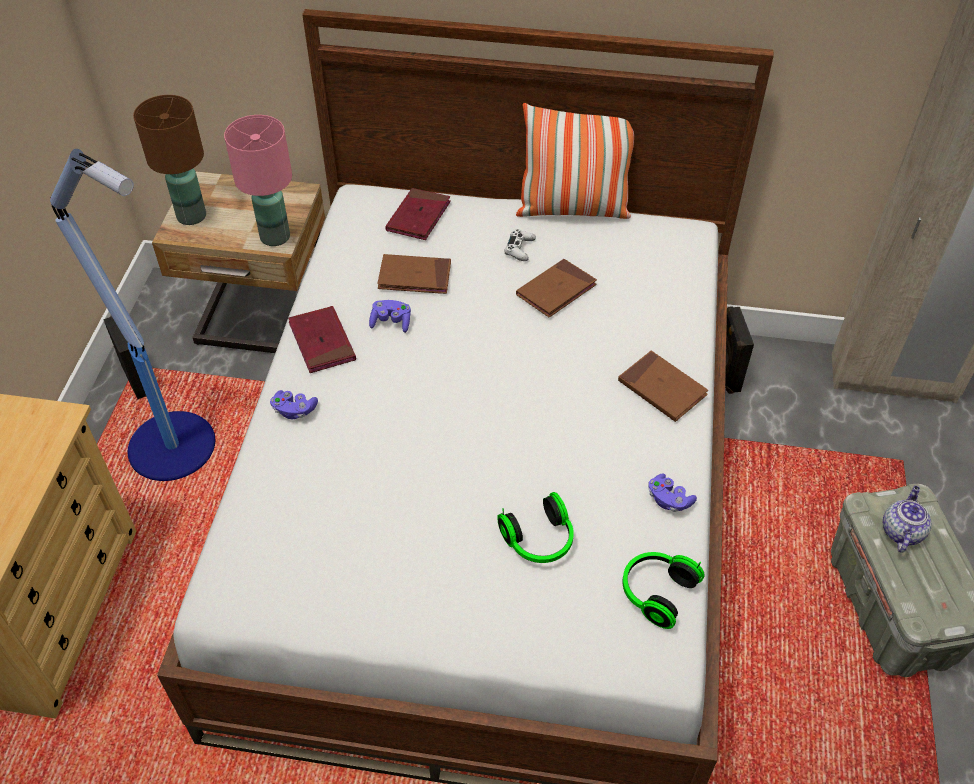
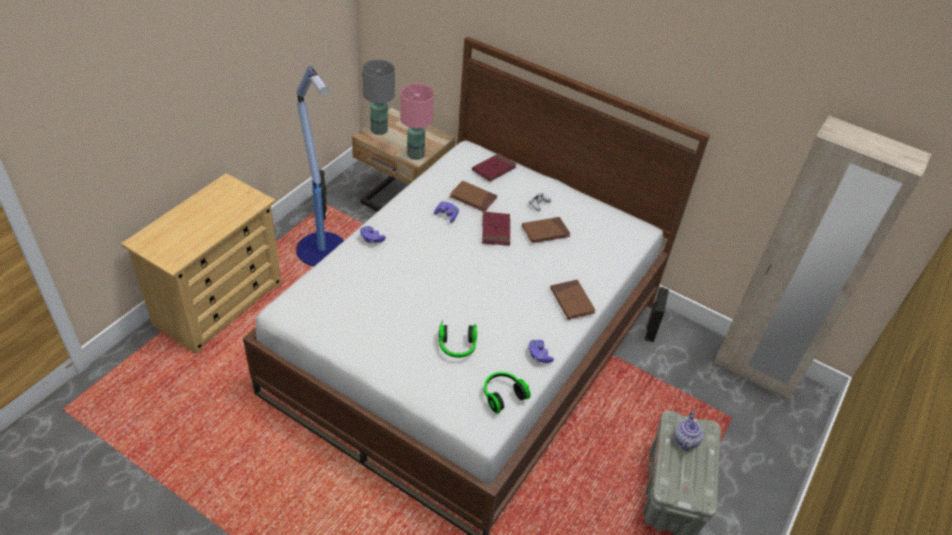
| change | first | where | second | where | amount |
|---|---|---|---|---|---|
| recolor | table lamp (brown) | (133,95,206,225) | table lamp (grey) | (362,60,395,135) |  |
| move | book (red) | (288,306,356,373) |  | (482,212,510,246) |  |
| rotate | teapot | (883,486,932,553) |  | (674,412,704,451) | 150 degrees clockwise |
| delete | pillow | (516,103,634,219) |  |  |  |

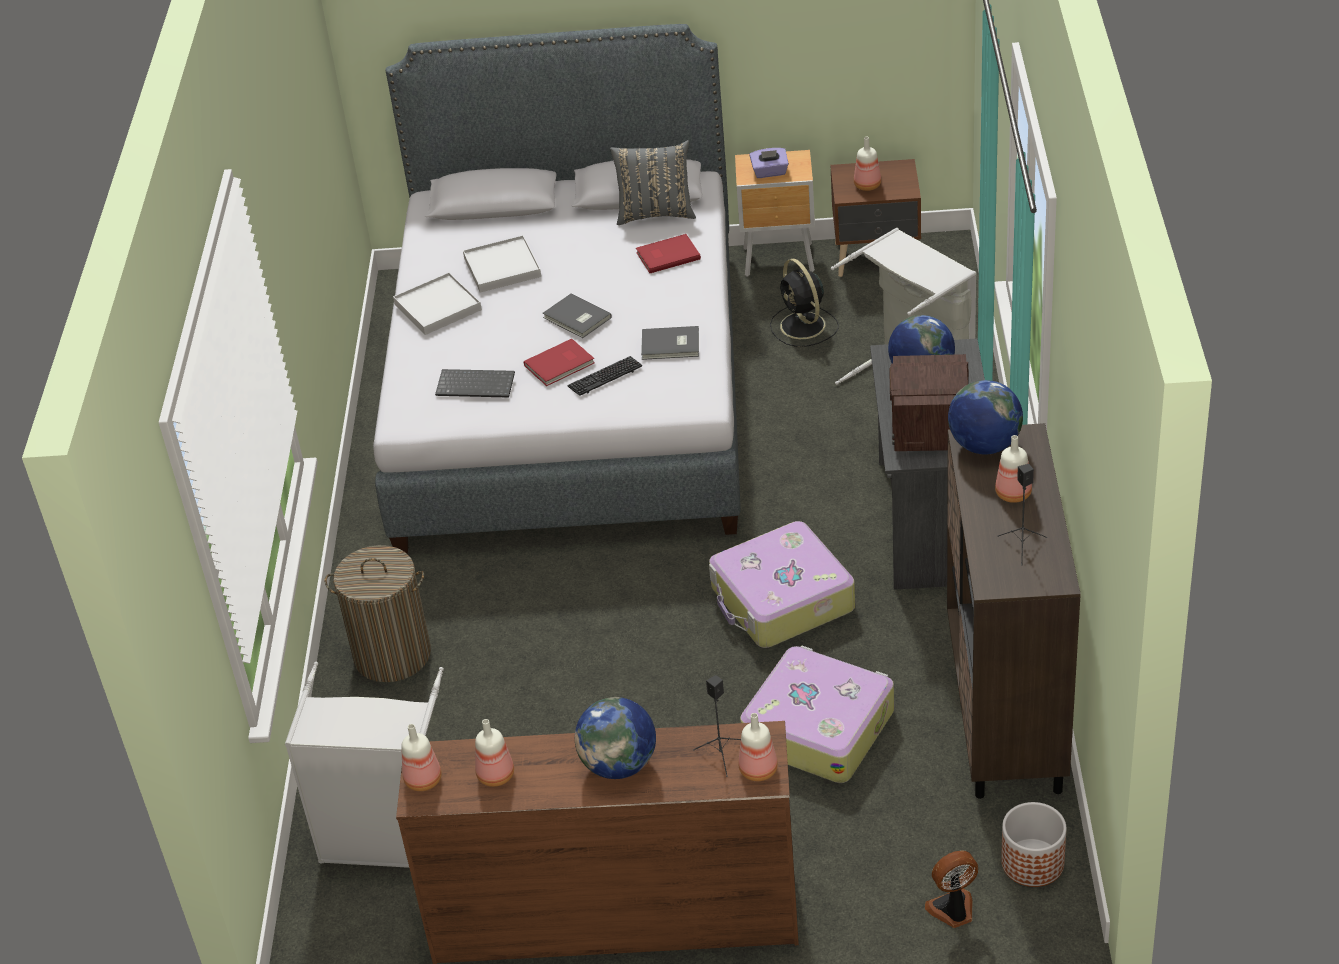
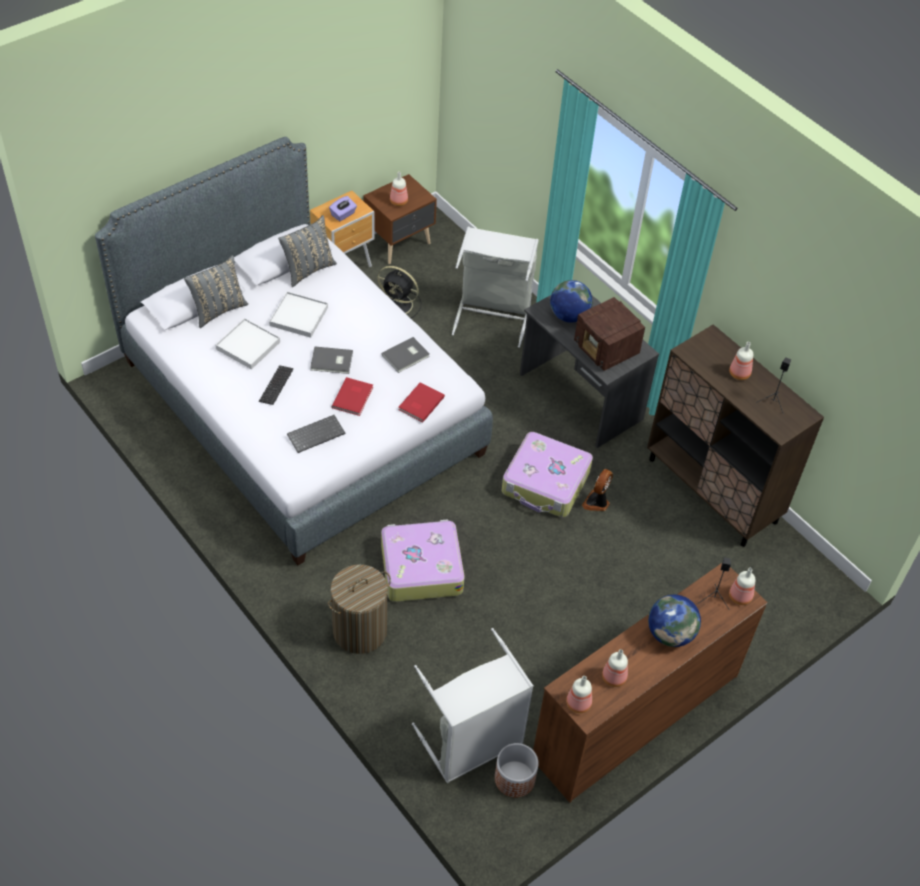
| change | first | where | second | where | amount |
|---|---|---|---|---|---|
| insert |  |  | pillow (grey) | (184,255,248,328) |  |
| move | keyboard | (568,356,642,396) |  | (259,365,294,405) |  |
| move | tray (white) | (393,272,482,335) |  | (269,292,328,338) |  |
| move | suitcase | (740,645,894,783) |  | (381,519,465,602) |  |
| move | book (red) | (636,234,701,273) |  | (398,382,445,422) |  |
| move | planter | (1001,802,1066,887) |  | (495,743,539,798) |  |
| move | fan | (925,850,978,928) |  | (582,469,613,511) |  |
| delete | globe | (948,380,1023,454) |  |  |  |

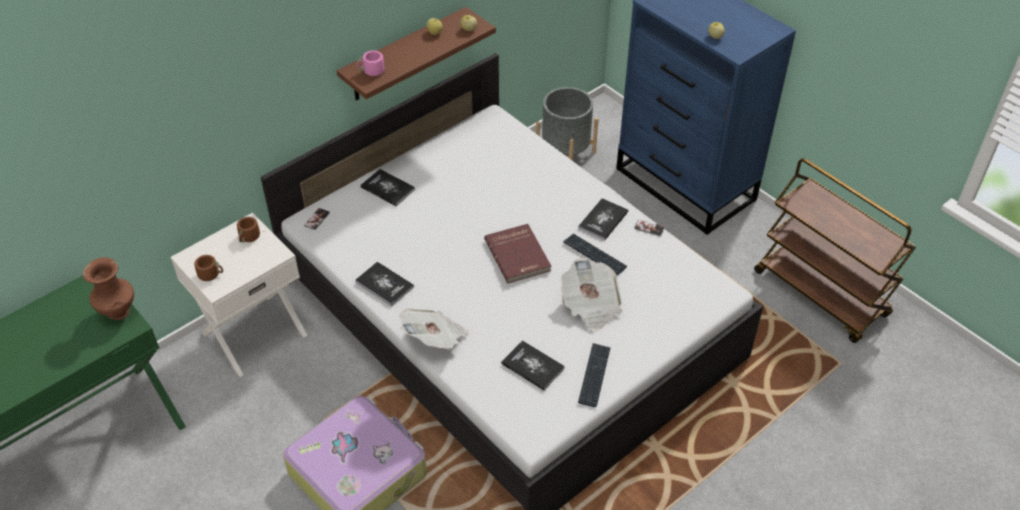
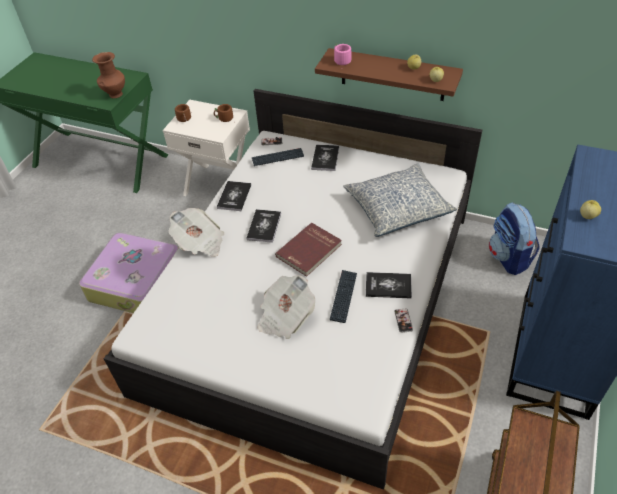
| change | first | where | second | where | amount |
|---|---|---|---|---|---|
| move | book | (501,340,565,390) |  | (246,209,281,243) |  |
| move | keyboard | (578,343,611,407) |  | (252,148,304,166) |  |
| insert |  |  | pillow | (343,164,457,237) |  |
| replace | planter (grey) | (536,87,599,161) | backpack | (489,202,540,275) |  |

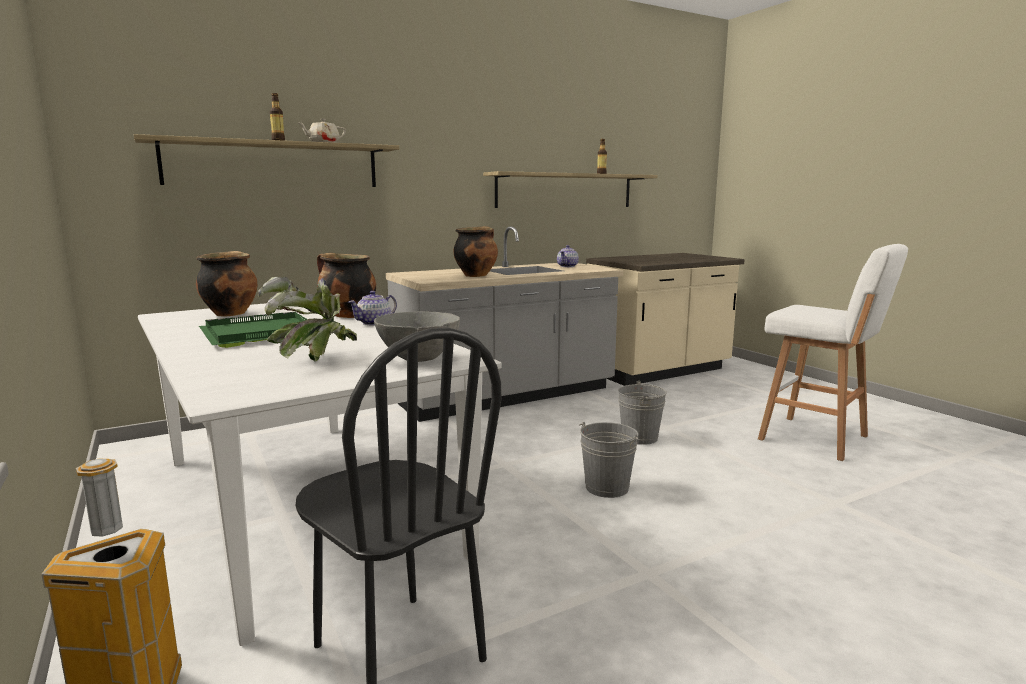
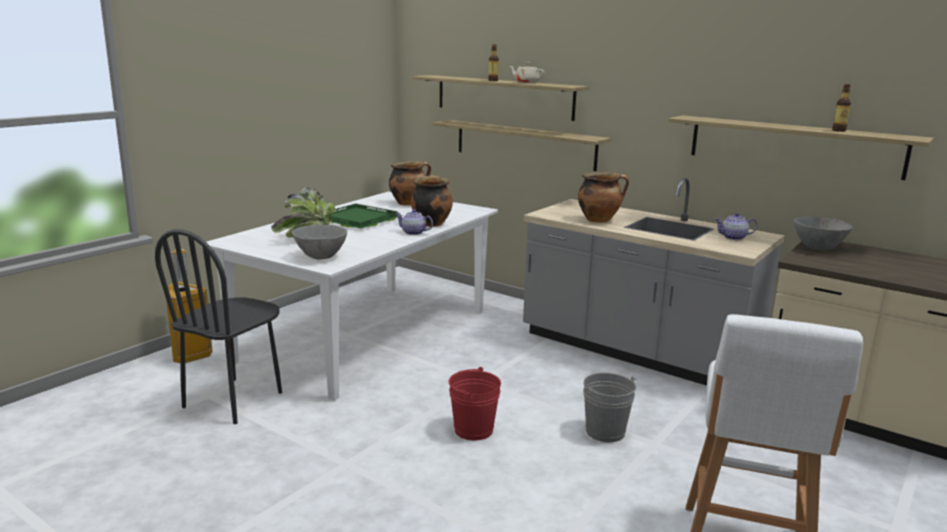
| change | first | where | second | where | amount |
|---|---|---|---|---|---|
| insert |  |  | shelf | (433,120,611,171) |  |
| recolor | bucket (grey) | (579,422,638,498) | bucket (red) | (449,367,501,440) |  |
| insert |  |  | bowl (grey) | (794,216,853,251) |  |

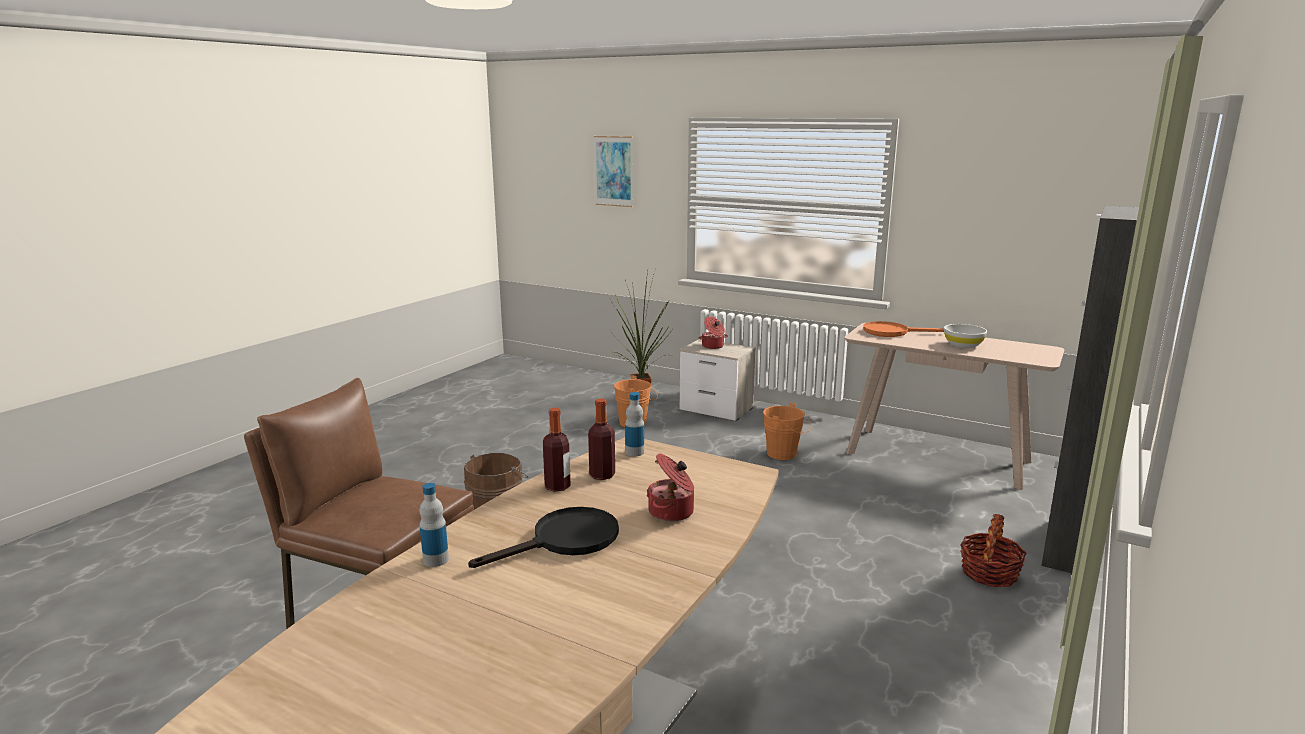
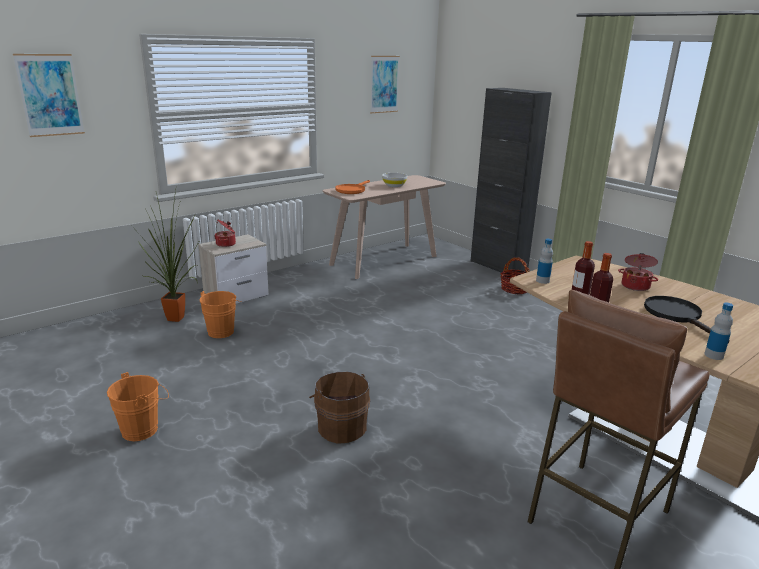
| change | first | where | second | where | amount |
|---|---|---|---|---|---|
| move | bucket (orange) | (763,402,811,460) |  | (107,372,169,441) |  |
| insert |  |  | picture | (370,56,400,113) |  |

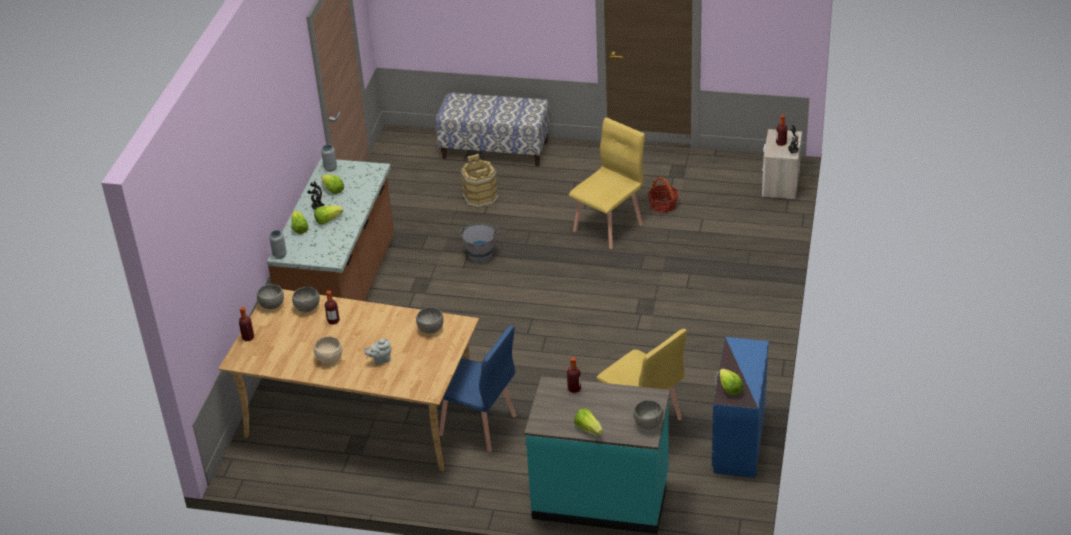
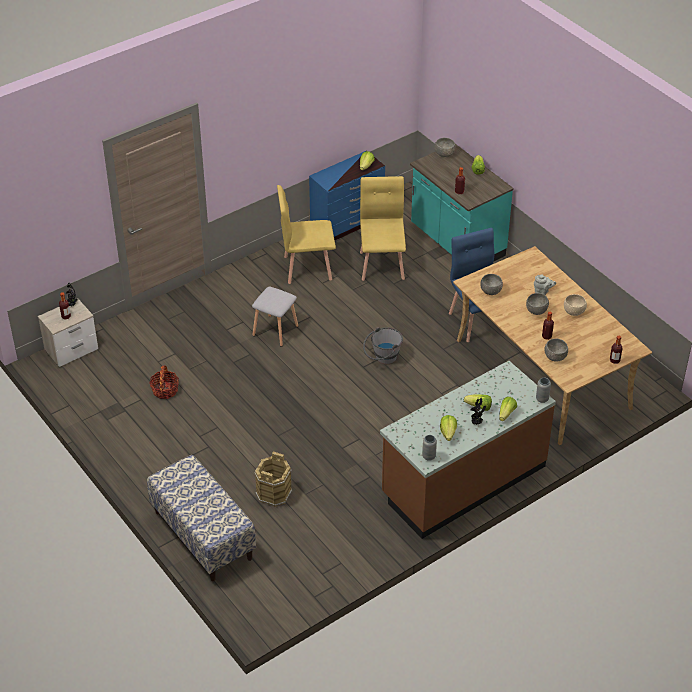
| change | first | where | second | where | amount |
|---|---|---|---|---|---|
| insert |  |  | stool (grey) | (252,287,298,347) |  |
| move | chair (yellow) | (569,117,645,249) |  | (277,185,336,284) |  |
| move | bucket (grey) | (460,223,501,264) |  | (363,327,403,364) |  |
| move | bowl (grey) | (257,284,284,309) |  | (526,293,549,315) |  |

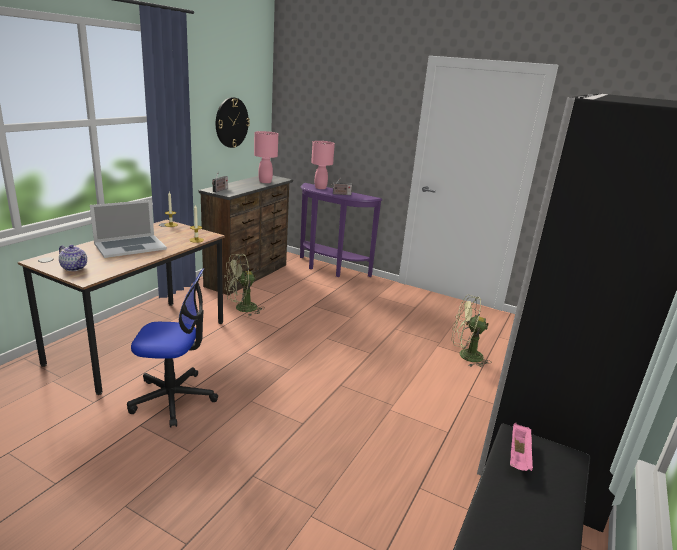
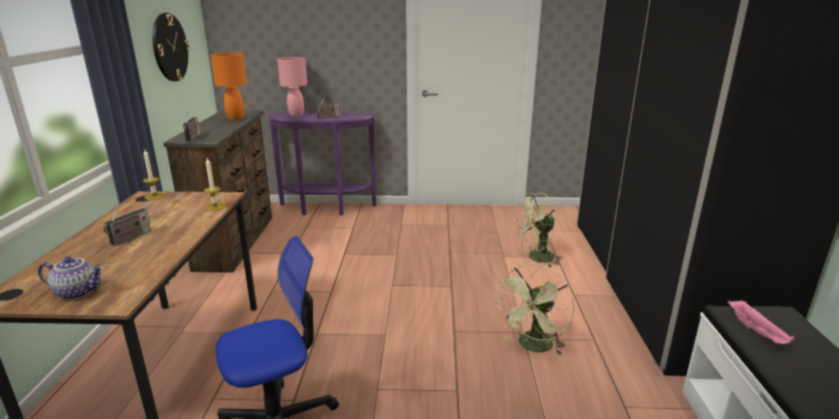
| change | first | where | second | where | amount |
|---|---|---|---|---|---|
| replace | laptop | (90,200,167,258) | radio | (103,206,151,246) |  |
| recolor | table lamp (pink) | (254,131,278,183) | table lamp (orange) | (211,53,247,120) |  |
| move | fan (green) | (224,254,265,316) |  | (495,263,574,356) |  |

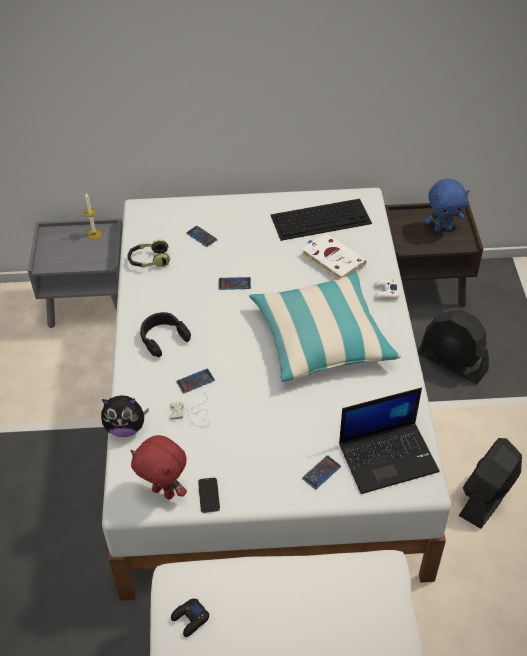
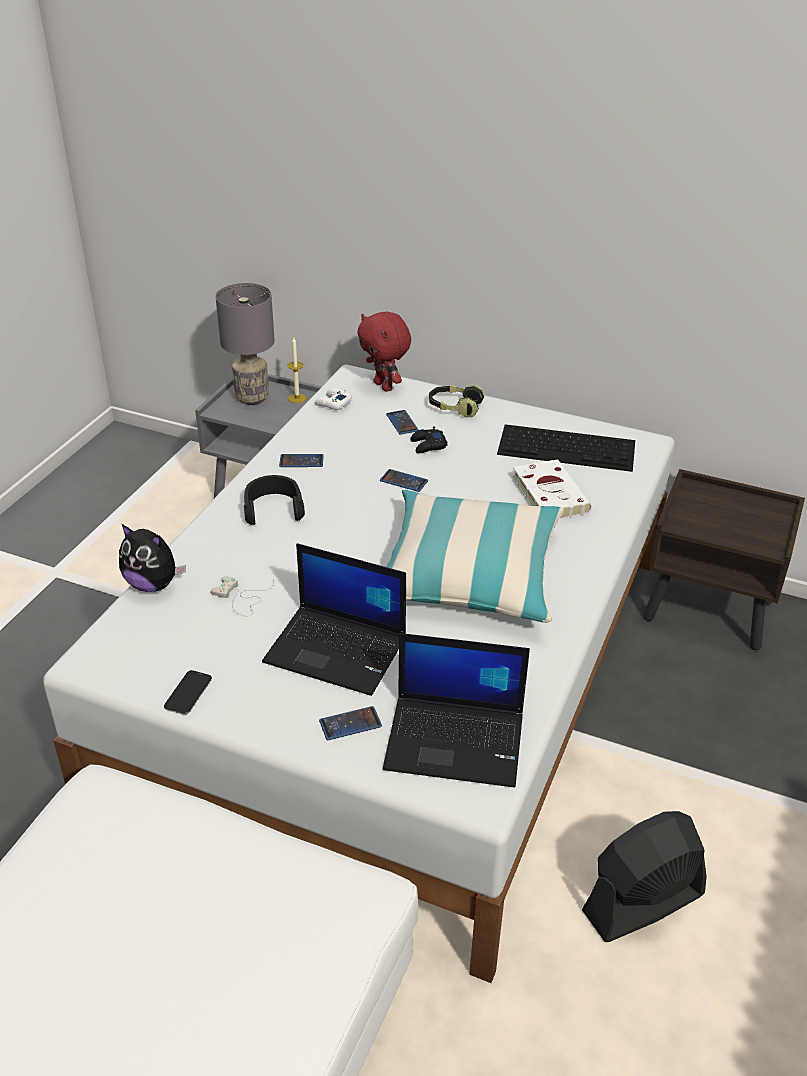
| change | first | where | second | where | amount |
|---|---|---|---|---|---|
| insert |  |  | table lamp (grey) | (215,283,275,405) |  |
| insert |  |  | laptop | (262,543,406,696) |  |
| move | phone | (176,369,215,393) |  | (279,454,324,467) |  |
| move | game controller (white) | (374,279,399,299) |  | (315,388,352,410) |  |
| move | plush toy (red) | (130,435,187,499) |  | (357,311,411,391) |  |
| move | game controller (black) | (171,598,209,637) |  | (411,426,447,453) |  |
| move | headphones | (128,239,170,268) |  | (429,385,485,418) |  |
| delete | fan (black) | (418,310,489,384) |  |  |  |
| delete | plush toy (blue) | (424,179,469,232) |  |  |  |

